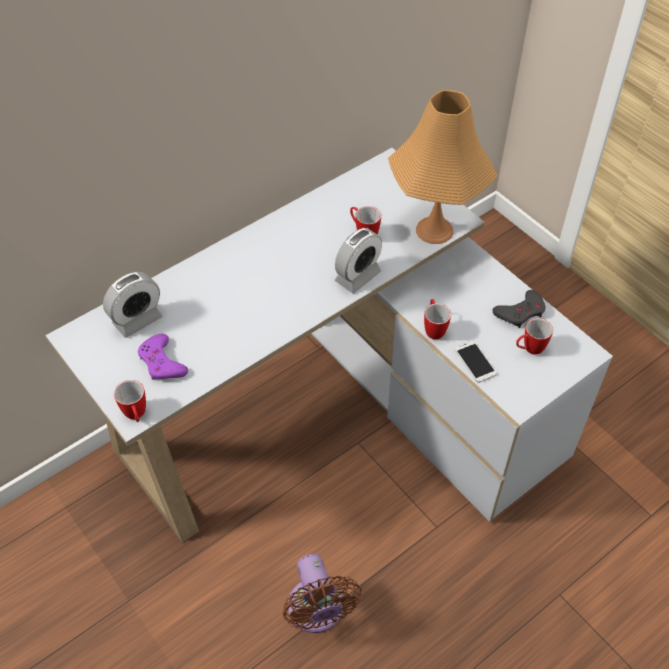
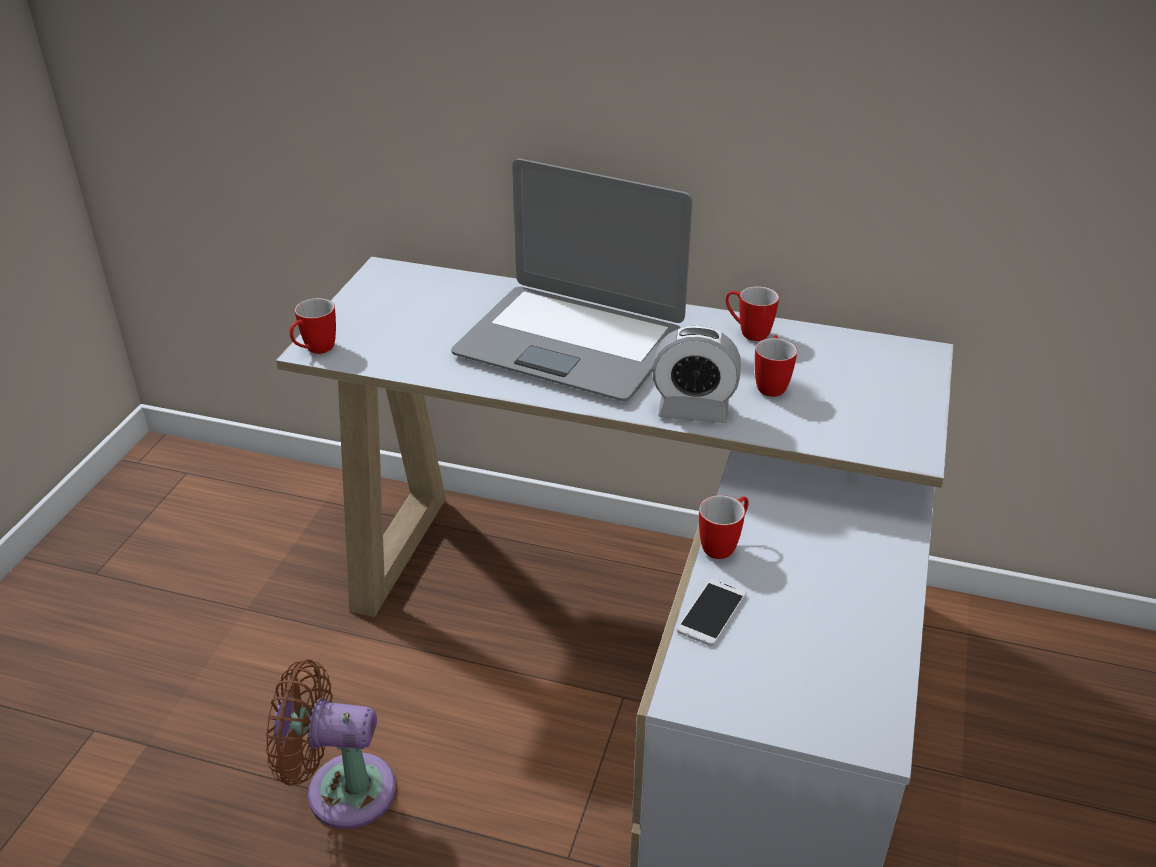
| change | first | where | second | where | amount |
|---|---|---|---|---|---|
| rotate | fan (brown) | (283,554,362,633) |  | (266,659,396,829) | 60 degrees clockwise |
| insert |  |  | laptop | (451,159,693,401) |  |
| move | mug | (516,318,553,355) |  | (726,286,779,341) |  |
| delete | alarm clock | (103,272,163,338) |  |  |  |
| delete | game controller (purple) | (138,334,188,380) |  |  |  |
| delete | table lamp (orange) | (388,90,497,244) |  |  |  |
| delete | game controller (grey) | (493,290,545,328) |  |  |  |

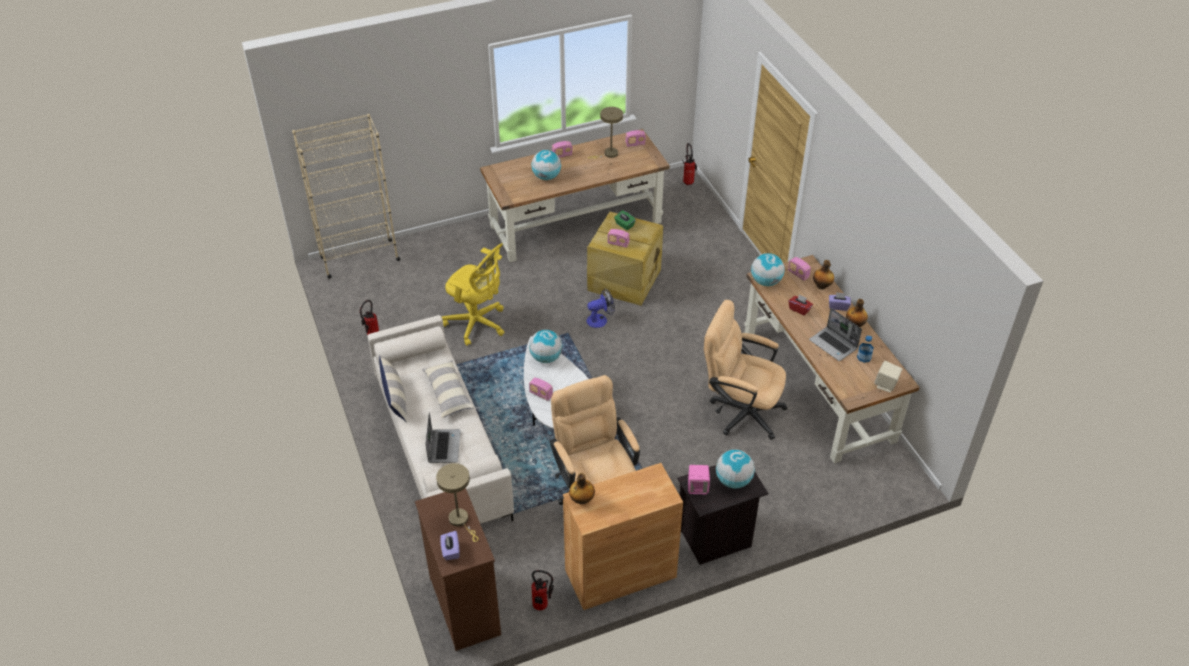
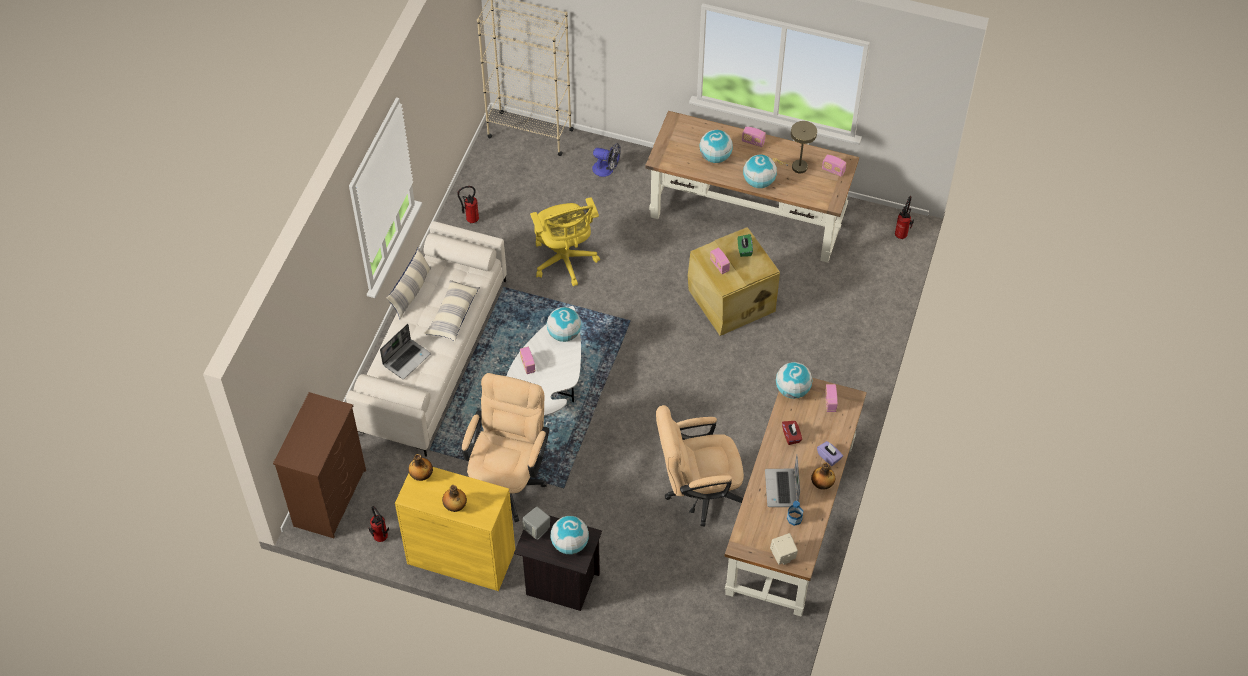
| change | first | where | second | where | amount |
|---|---|---|---|---|---|
| recolor | cabinet (brown) | (563,463,683,610) | cabinet (yellow) | (395,467,515,591) |  |
| move | bottle | (813,260,834,290) |  | (442,485,467,512) |  |
| recolor | speaker (pink) | (688,465,710,494) | speaker (grey) | (522,506,550,539) |  |
| move | fan | (587,289,615,328) |  | (592,143,621,177) |  |
| rotate | office chair (beige) | (704,300,788,440) |  | (656,405,744,526) | 75 degrees counterclockwise |
| insert |  |  | globe | (743,155,777,188) |  |
| delete | table lamp (beige) | (436,463,478,542) |  |  |  |
| delete | tissue box (purple) | (440,531,460,560) |  |  |  |

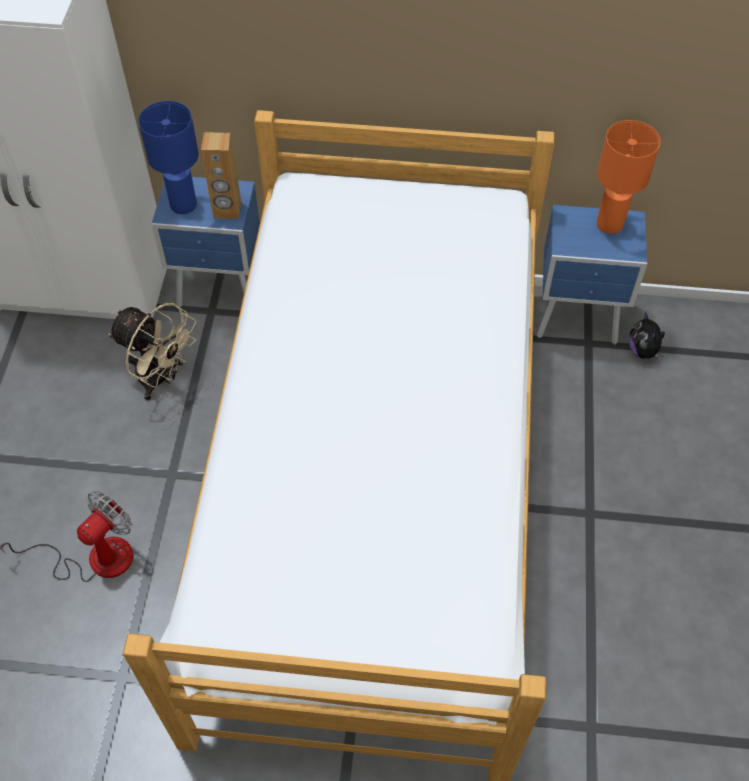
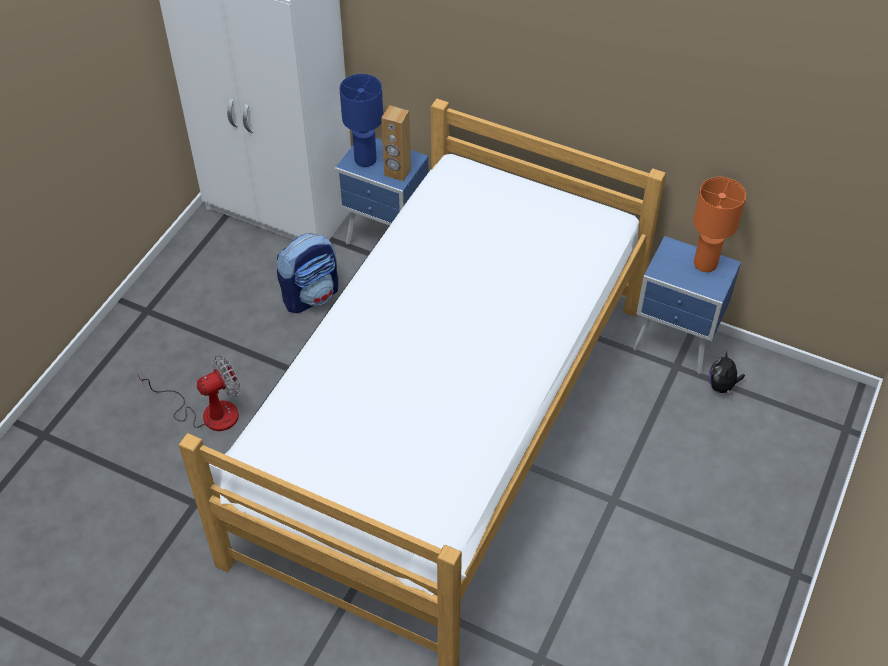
| change | first | where | second | where | amount |
|---|---|---|---|---|---|
| replace | fan (beige) | (108,303,196,401) | backpack | (277,233,338,313) |  |

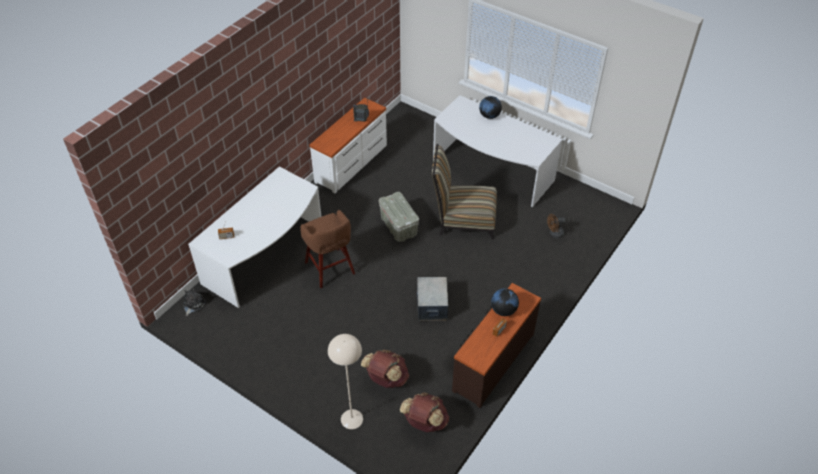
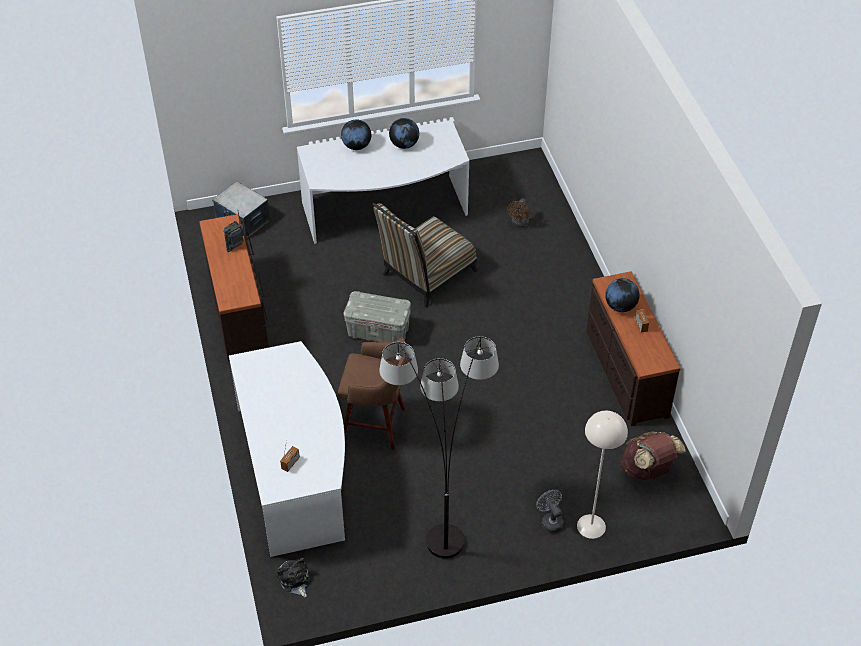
| change | first | where | second | where | amount |
|---|---|---|---|---|---|
| recolor | dresser (white) | (309,98,387,193) | dresser (brown) | (199,214,269,362) |  |
| move | storage box | (416,277,448,321) |  | (212,181,270,239) |  |
| insert |  |  | floor lamp | (379,336,499,559) |  |
| insert |  |  | globe | (389,118,419,149) |  |
| insert |  |  | fan (grey) | (536,490,564,533) |  |
| delete | backpack (brown) | (361,350,409,388) |  |  |  |

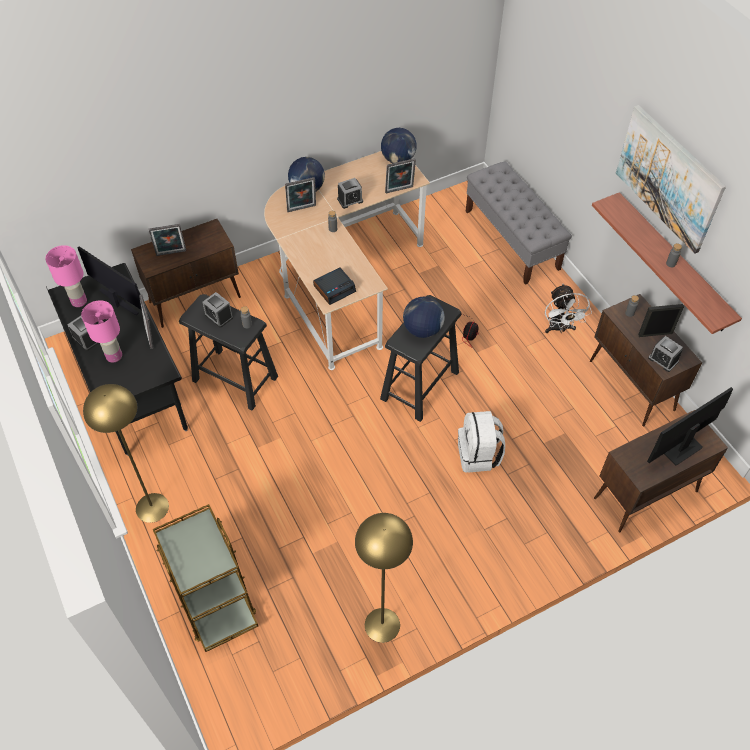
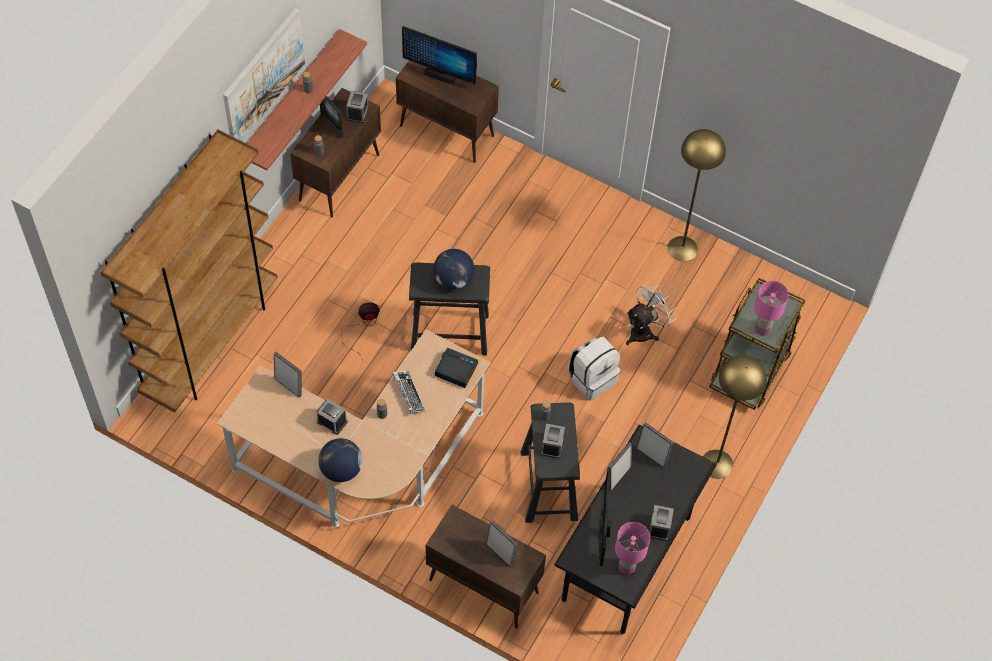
| change | first | where | second | where | amount |
|---|---|---|---|---|---|
| replace | bench (grey) | (466,161,572,285) | bookcase (brown) | (100,129,278,413) |  |
| insert |  |  | keyboard | (393,370,426,414) |  |
| move | backpack (white) | (458,411,505,473) |  | (568,337,620,401) |  |
| move | fan (white) | (545,283,592,333) |  | (626,281,677,345) |  |
| move | picture frame | (285,177,316,212) |  | (636,422,674,468) |  |
| move | table lamp (pink) | (81,300,122,363) |  | (754,281,789,336) |  |
| delete | globe | (381,128,417,163) |  |  |  |

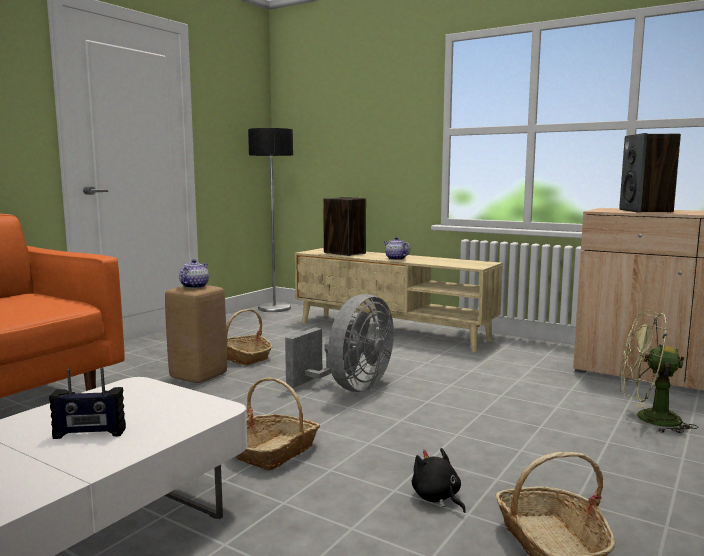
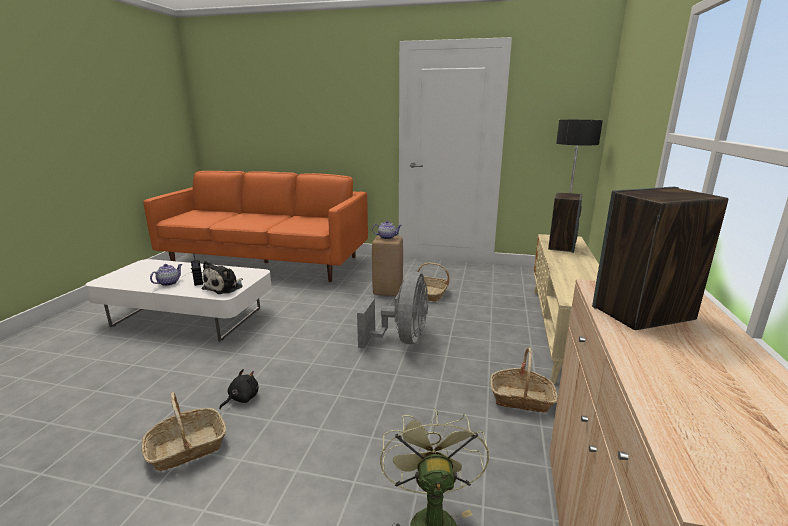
| change | first | where | second | where | amount |
|---|---|---|---|---|---|
| move | teapot | (383,237,410,260) |  | (150,264,182,286) |  |
| insert |  |  | plush toy | (202,261,243,294) |  |
| rotate | fan (grey) | (285,294,394,392) |  | (357,271,428,348) | 90 degrees counterclockwise |
| move | basket | (236,378,320,471) |  | (490,348,557,413) |  |

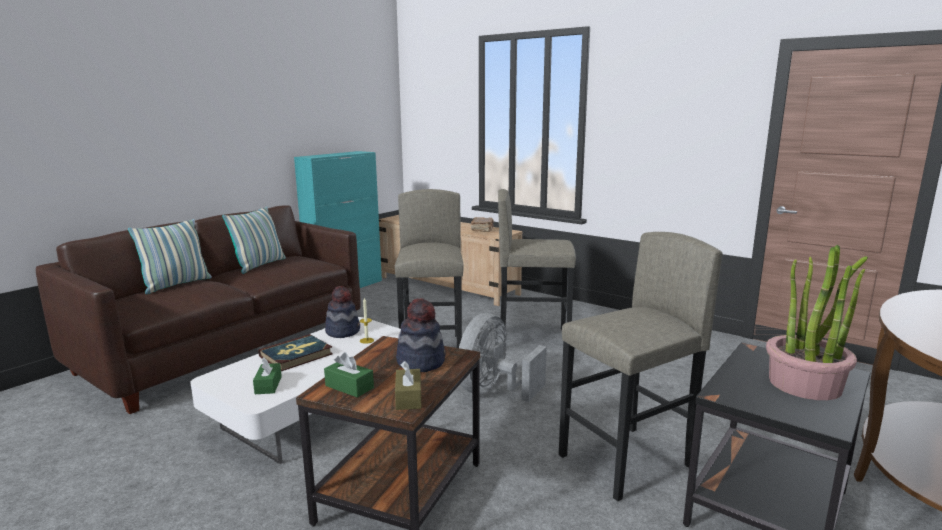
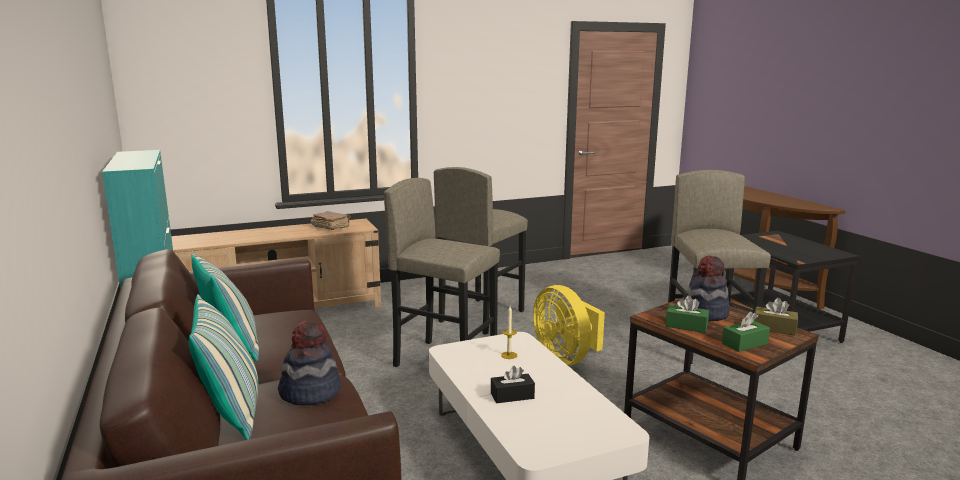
| change | first | where | second | where | amount |
|---|---|---|---|---|---|
| move | hat | (325,286,360,338) |  | (278,321,340,405) |  |
| replace | book | (258,334,333,371) | tissue box (black) | (491,366,535,403) |  |
| recolor | fan (grey) | (459,313,547,402) | fan (yellow) | (533,285,605,366) |  |
| move | tissue box (green) | (253,357,282,394) |  | (666,296,709,333) |  |
| delete | potted plant | (766,245,868,400) |  |  |  |

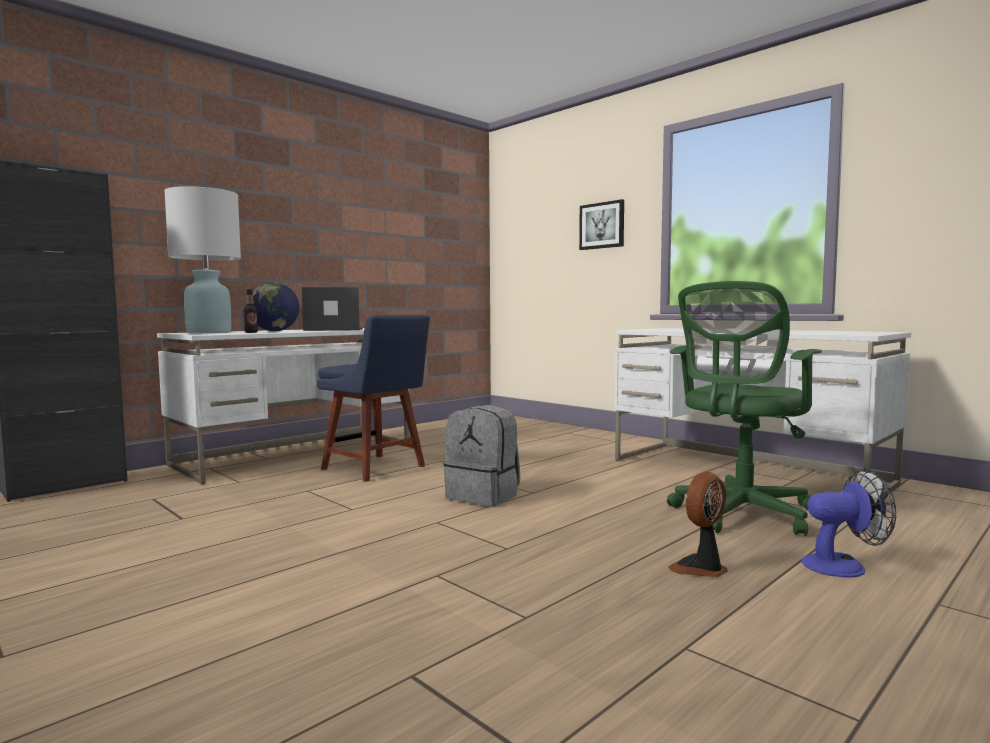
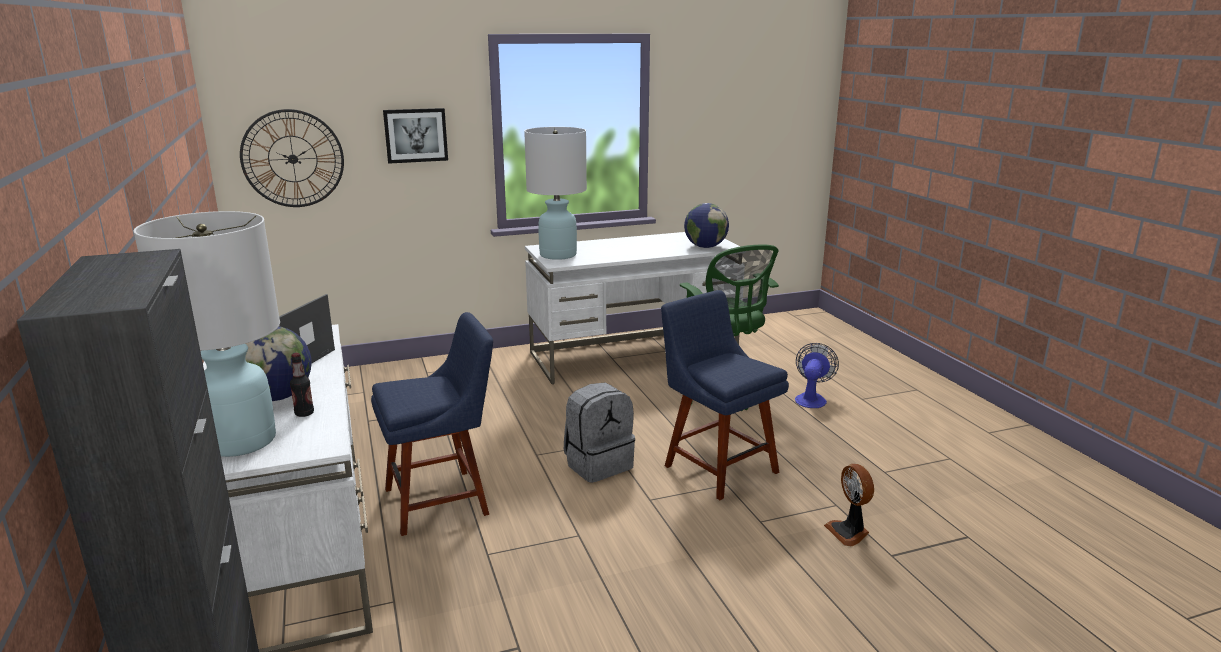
| change | first | where | second | where | amount |
|---|---|---|---|---|---|
| insert |  |  | wall clock | (240,109,344,207) |  |
| insert |  |  | table lamp (white) | (524,127,587,260) |  |
| insert |  |  | chair (blue) | (661,290,789,500) |  |
| insert |  |  | globe | (684,203,729,248) |  |
| move | fan | (668,472,728,577) |  | (824,464,874,546) |  |

